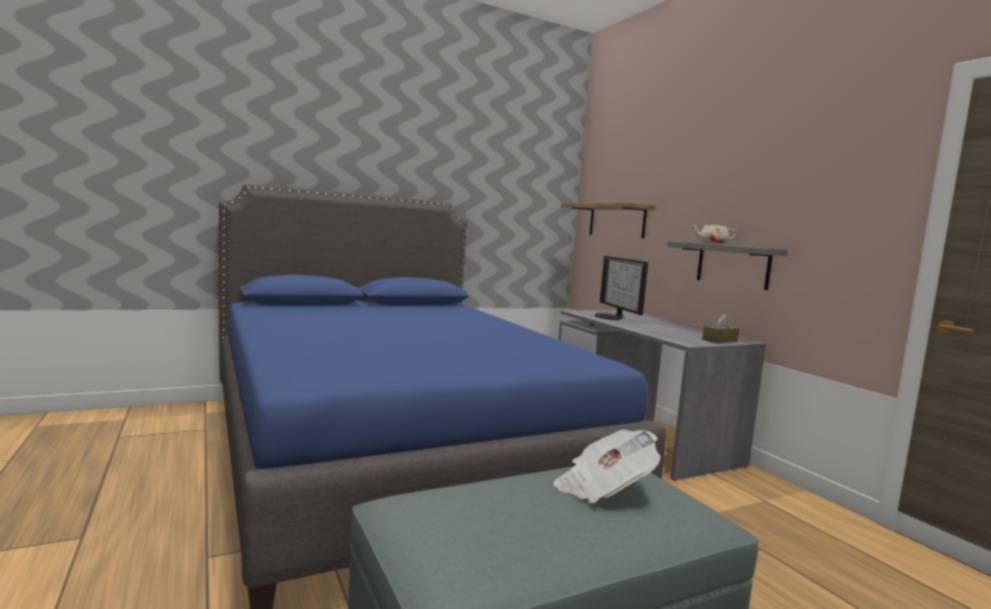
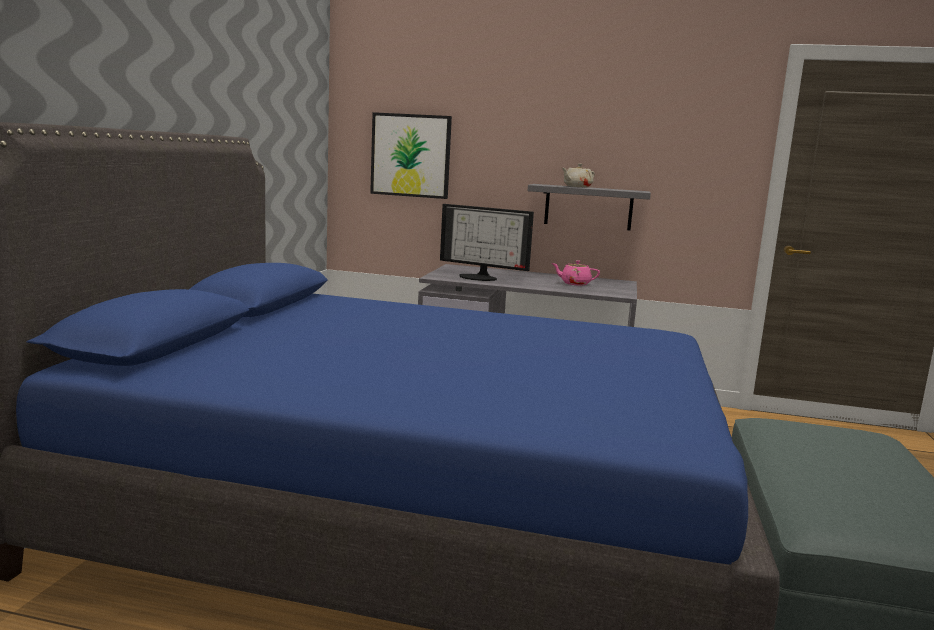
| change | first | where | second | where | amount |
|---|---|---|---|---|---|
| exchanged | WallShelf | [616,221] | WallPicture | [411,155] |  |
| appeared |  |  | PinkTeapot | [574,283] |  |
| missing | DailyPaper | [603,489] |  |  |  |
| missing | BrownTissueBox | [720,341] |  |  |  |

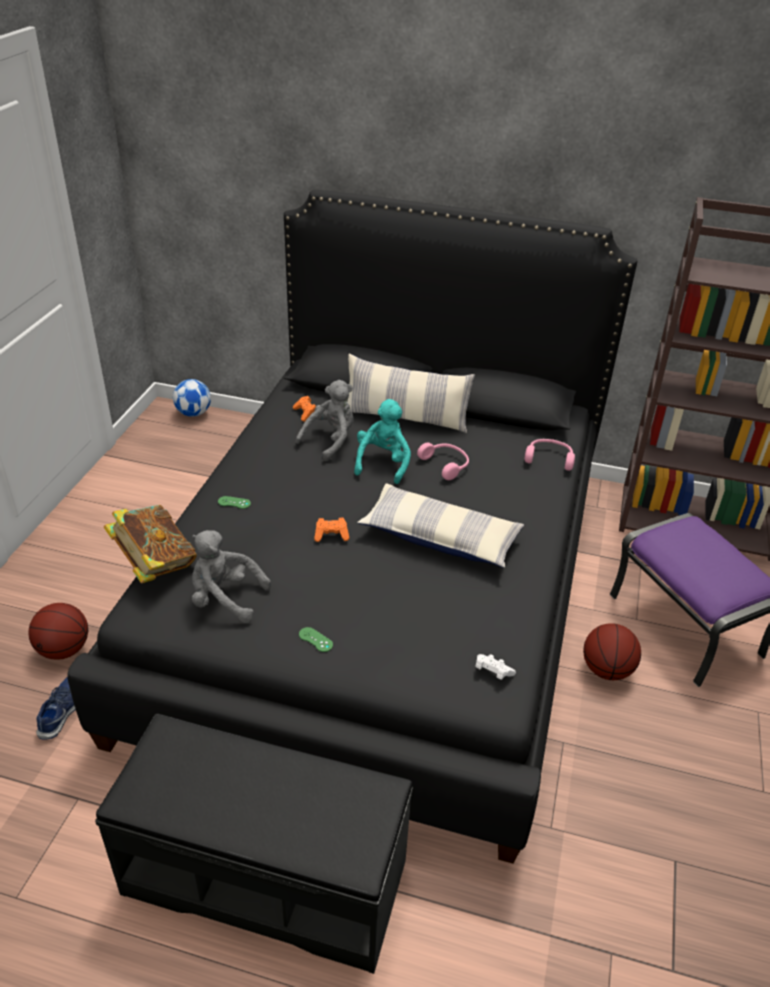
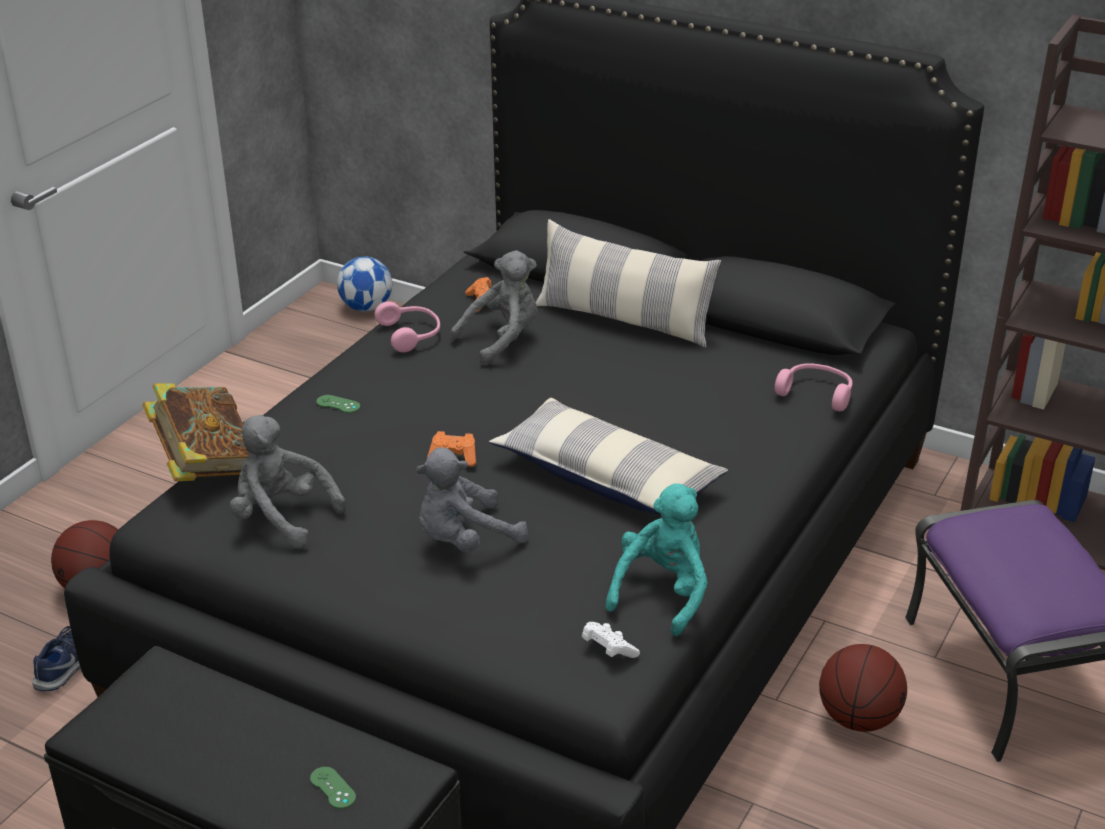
| change | first | where | second | where | amount |
|---|---|---|---|---|---|
| relocated | GreenishGameController | [315,639] |  | [332,788] |  |
| relocated | PinkPairOfHeadphones | [446,465] |  | [411,334] |  |
| appeared |  |  | GrayCuddlyToy | [465,540] |  |
| relocated | TurquoiseColouredCuddlyToy | [383,463] |  | [662,593] |  |

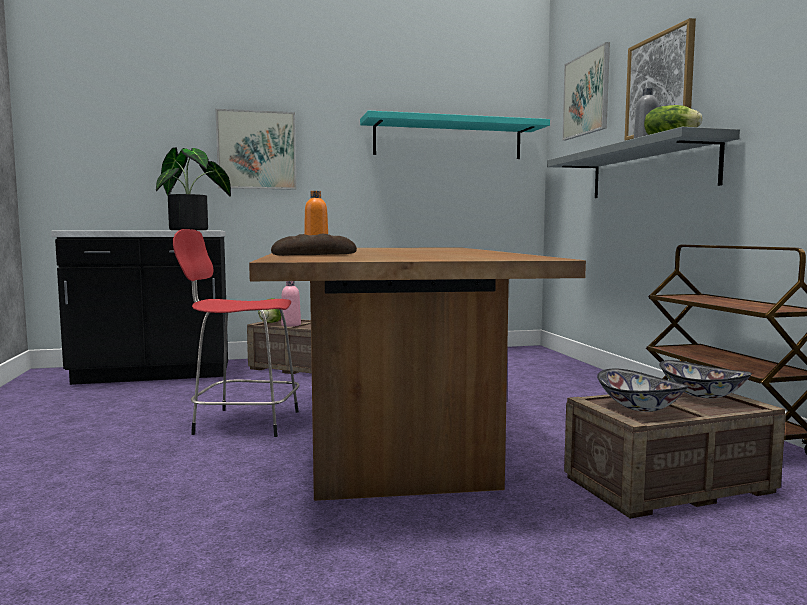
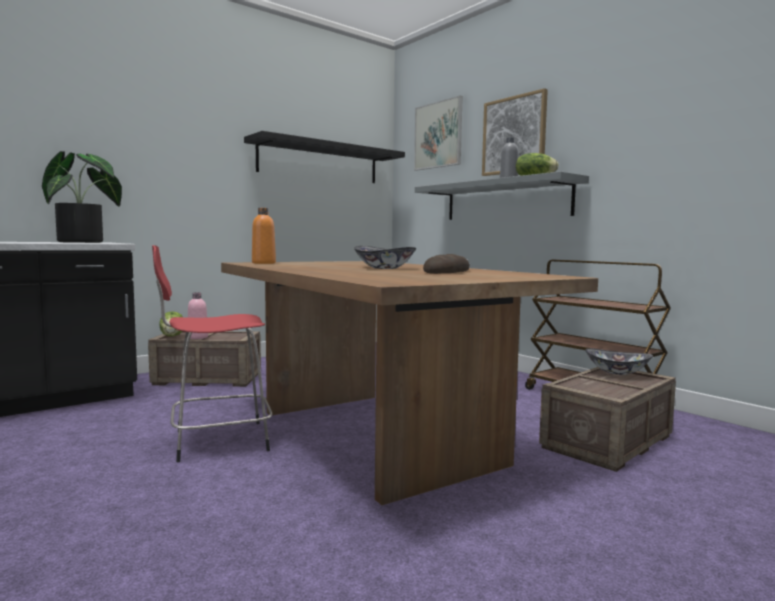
| change | first | where | second | where | amount |
|---|---|---|---|---|---|
| colour | TurquoiseColouredWallShelf | [448,139] | BlackWallShelf | [319,162] |  |
| relocated | DeepDish | [639,407] |  | [383,268] |  |
| relocated | BakedBread | [315,254] |  | [446,272] |  |
| missing | WallPicture | [256,150] |  |  |  |

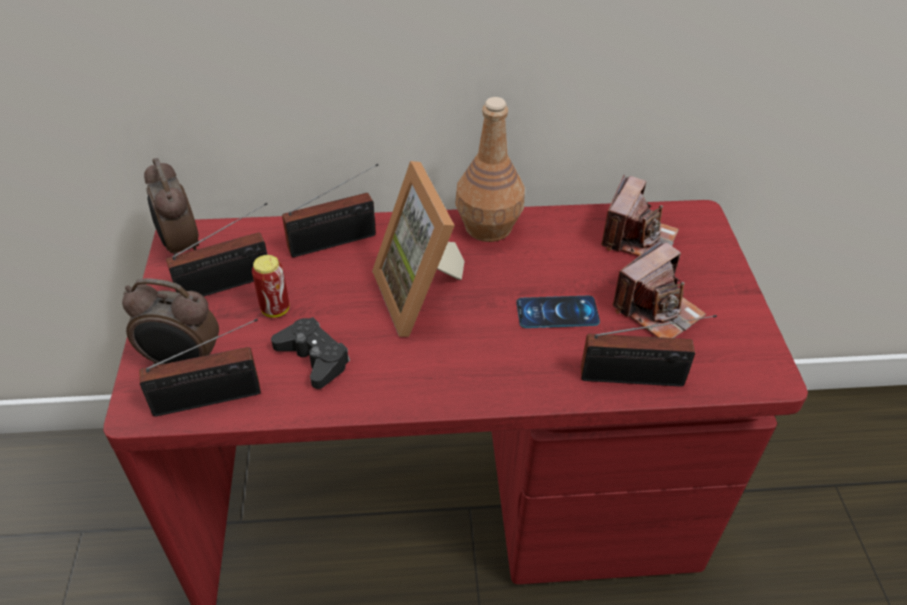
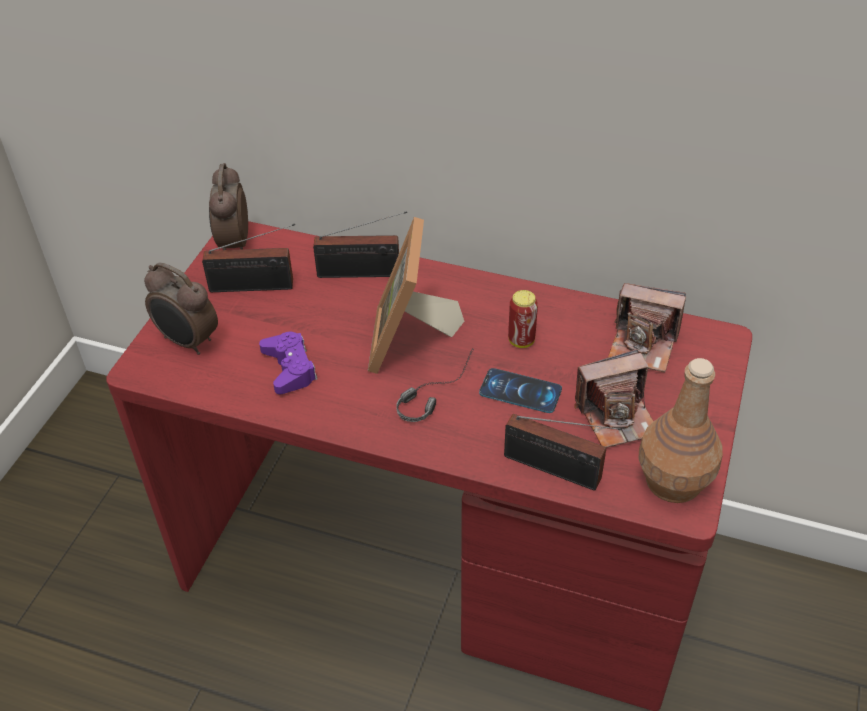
| change | first | where | second | where | amount |
|---|---|---|---|---|---|
| colour | BlackGameController | [314,358] | PurpleColouredGameController | [289,368] |  |
| appeared |  |  | PairOfHeadphones | [433,390] |  |
| relocated | Can | [275,309] |  | [521,340] |  |
| spun | PhotoCamera | [637,238] |  | [643,344] | 60 degrees clockwise |
| relocated | BrownBottle | [487,226] |  | [672,480] |  |
| missing | RadioSet | [213,398] |  |  |  |

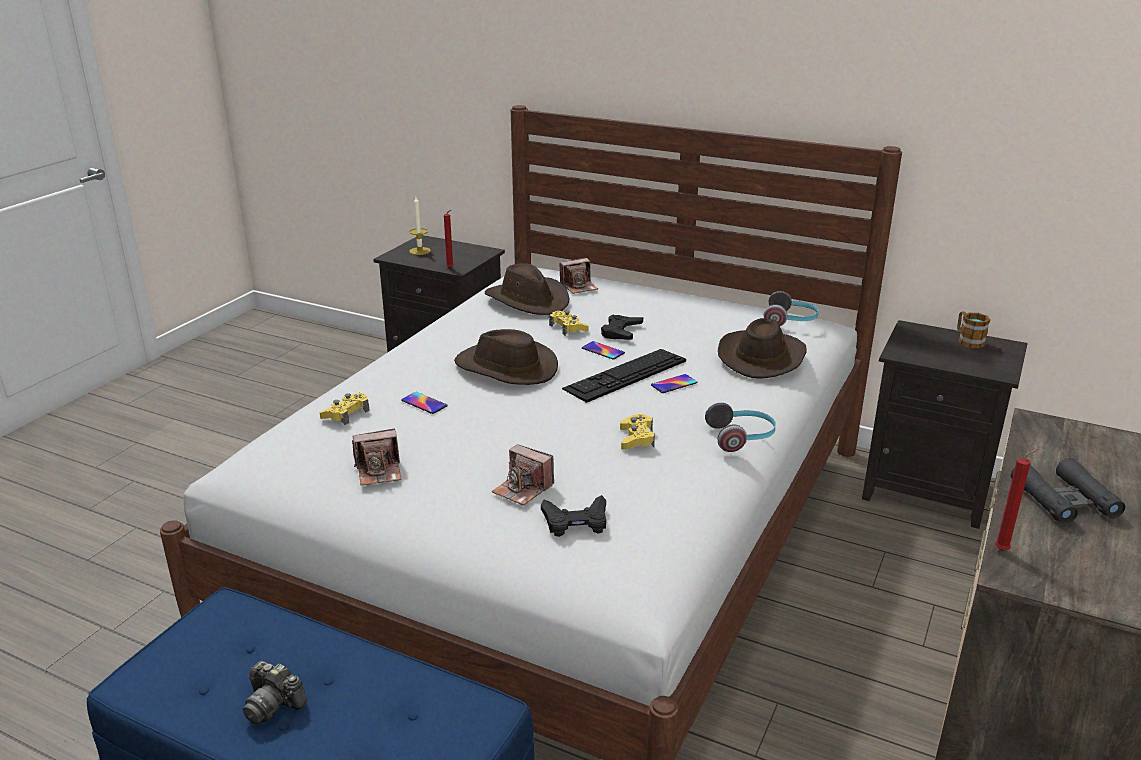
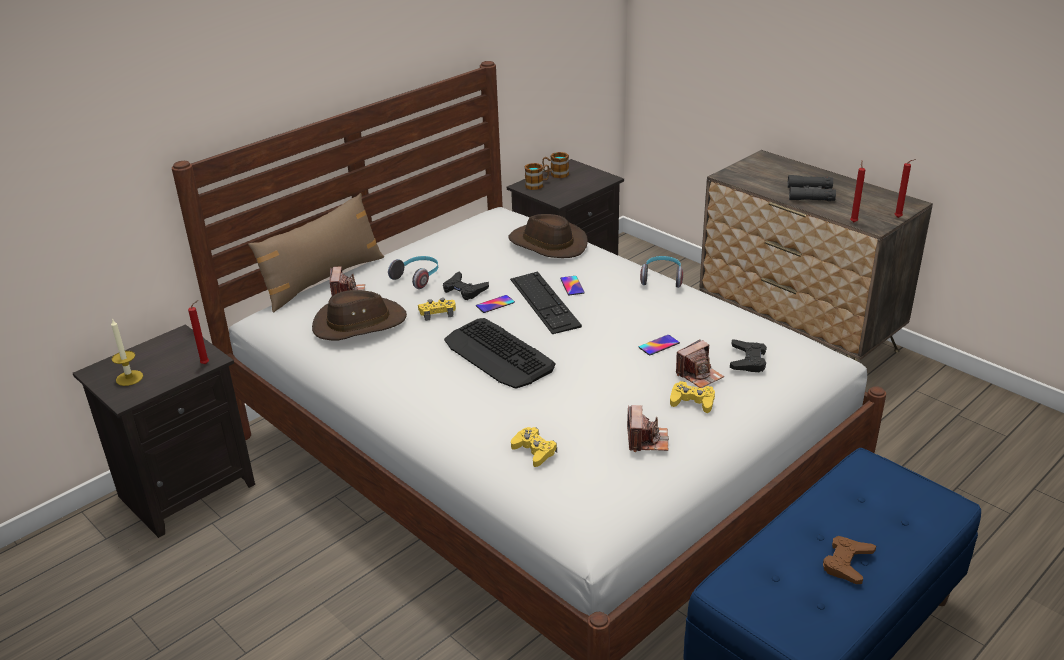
| change | first | where | second | where | amount |
|---|---|---|---|---|---|
| appeared |  |  | BrownThrowPillow | [323,280] |  |
| relocated | PairOfHeadphones | [790,321] |  | [417,278] |  |
| exchanged | BrownWearableHat | [505,368] | PcKeyboard | [498,355] |  |
| appeared |  |  | CoffeeMug | [537,185] |  |
| relocated | Handset | [424,403] |  | [659,345] |  |
| relocated | YellowishGameController | [636,438] |  | [692,401] |  |
| exchanged | PhotoCamera | [273,704] | BrownGameController | [847,563] |  |
| appeared |  |  | RedWaxLight | [899,218] |  |

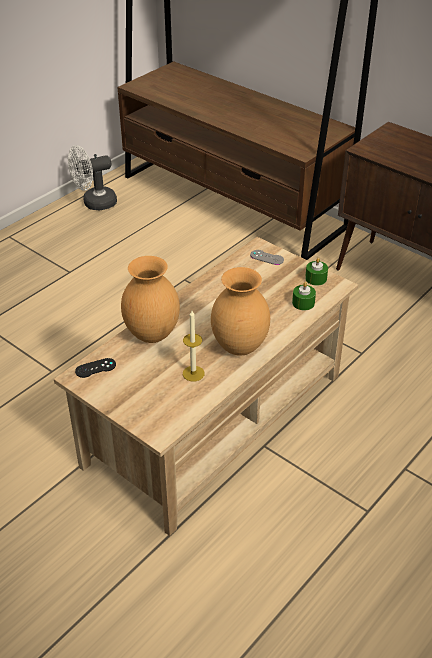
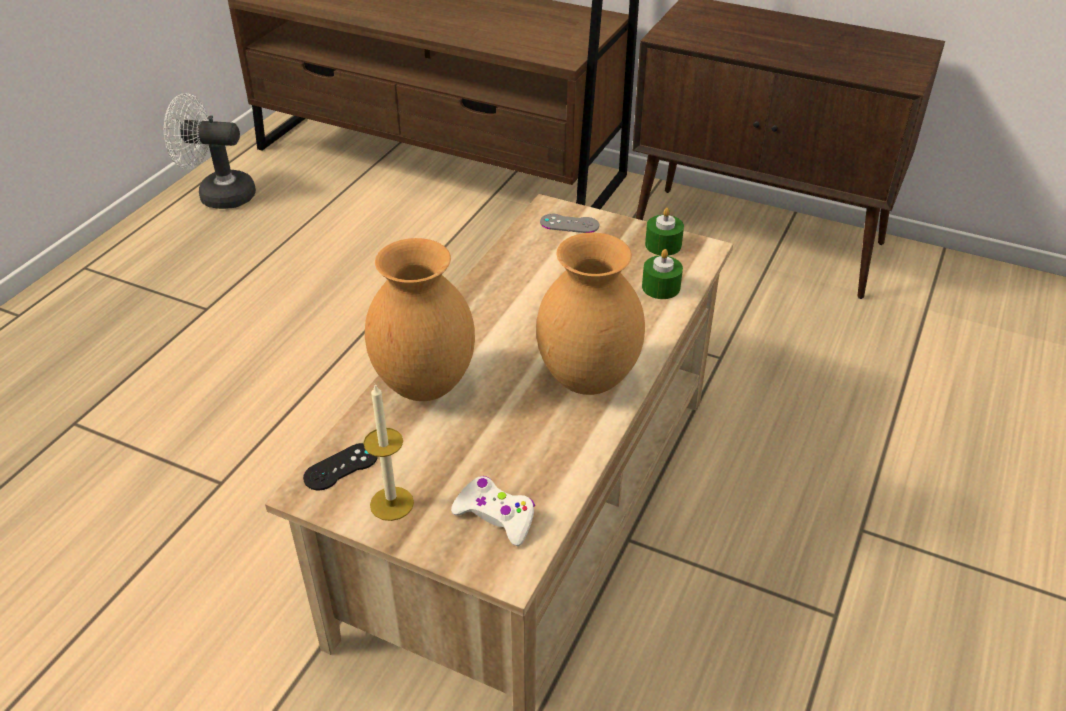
| change | first | where | second | where | amount |
|---|---|---|---|---|---|
| spun | WhiteColouredFan | [94,203] |  | [218,195] | 45 degrees clockwise |
| relocated | WaxLight | [193,373] |  | [392,503] |  |
| appeared |  |  | WhiteColouredGameController | [496,516] |  |

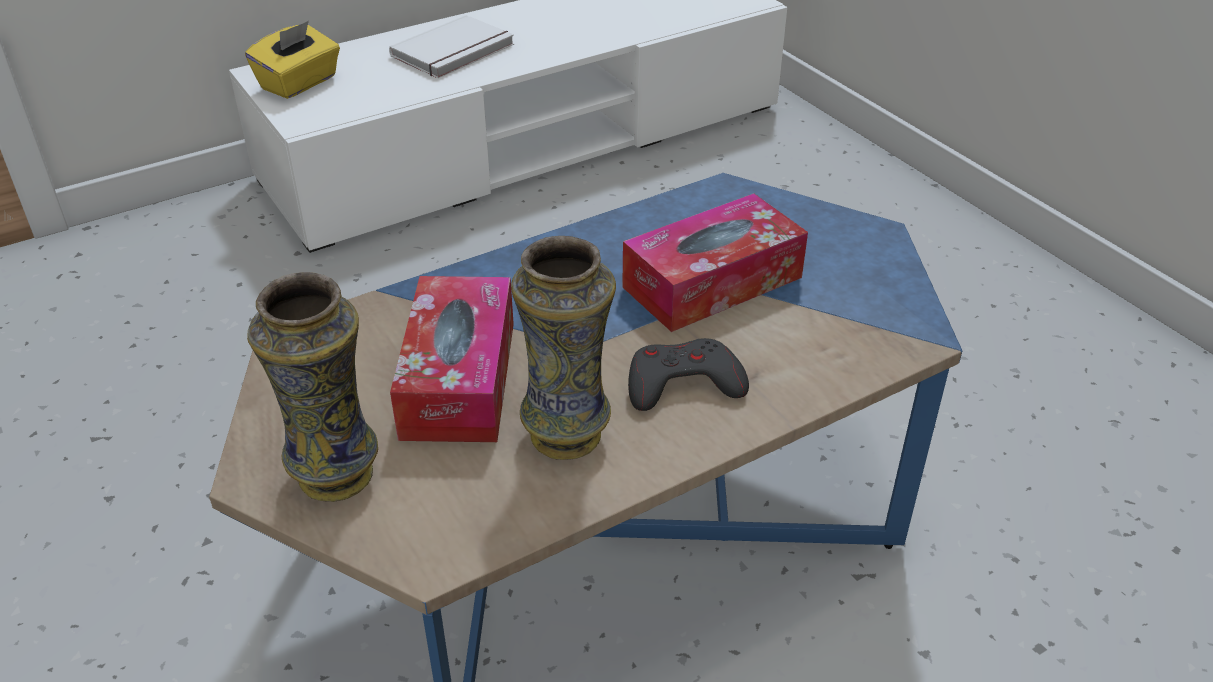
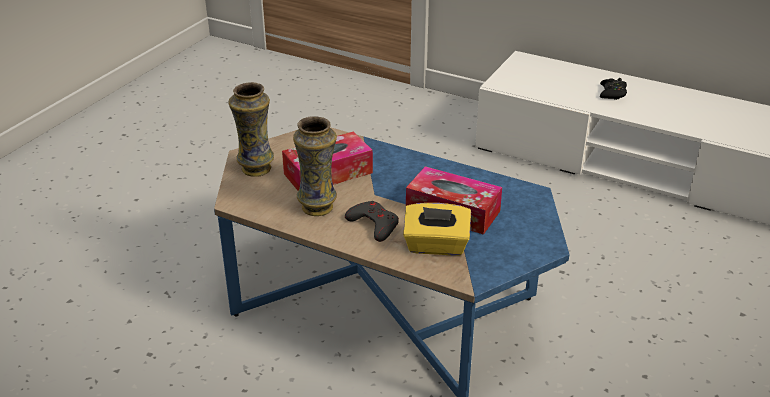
| change | first | where | second | where | amount |
|---|---|---|---|---|---|
| relocated | YellowishTissueBox | [299,83] |  | [436,246] |  |
| exchanged | WhiteColouredBook | [455,51] | BlackGameController | [612,93] |  |

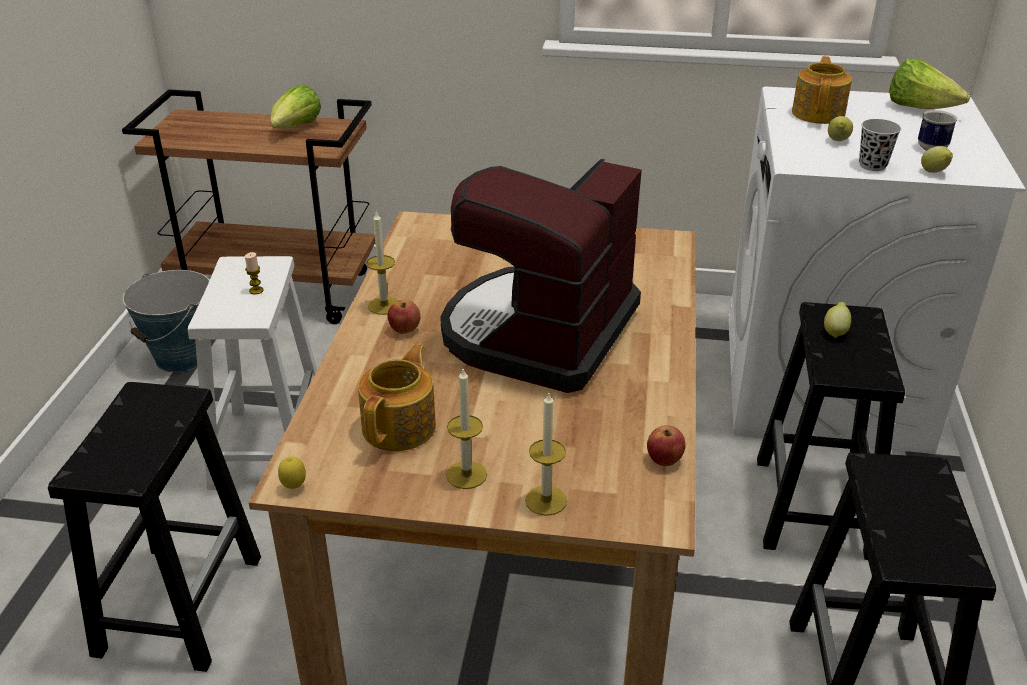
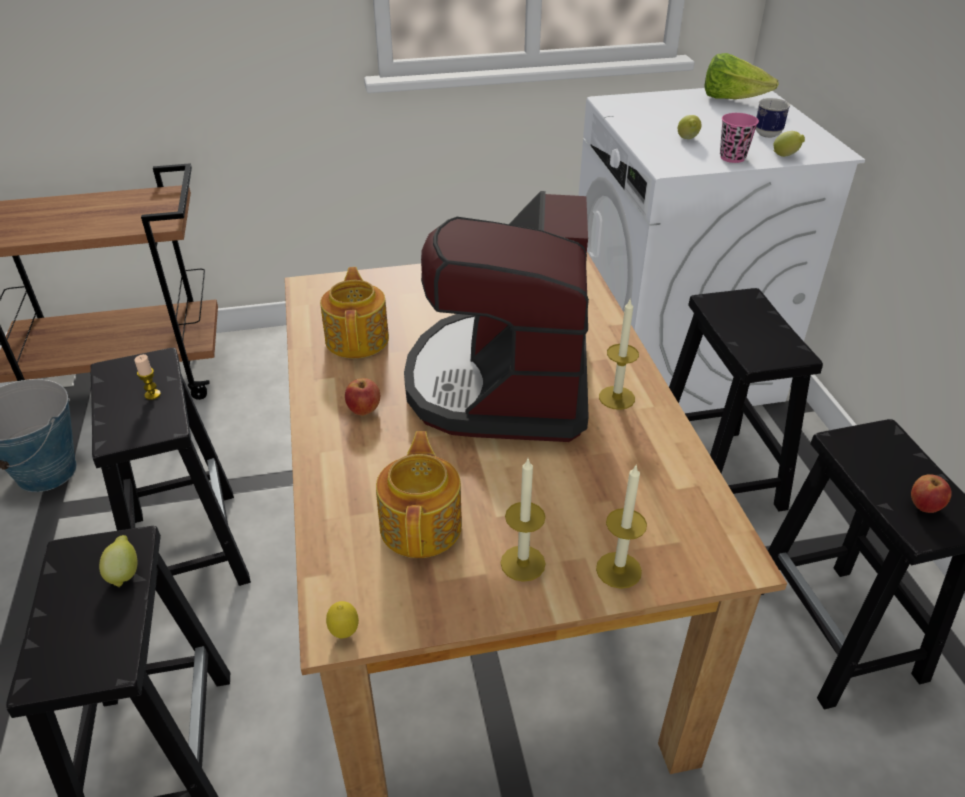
| change | first | where | second | where | amount |
|---|---|---|---|---|---|
| colour | WhiteColouredSittingStool | [270,446] | BlackSittingStool | [187,546] |  |
| relocated | CitrusFruit | [835,332] |  | [124,573] |  |
| relocated | Teapot | [819,113] |  | [358,339] |  |
| relocated | WaxLight | [384,305] |  | [616,398] |  |
| colour | BlackSmallCup | [872,165] | PinkSmallCup | [732,157] |  |
| relocated | Apple | [664,460] |  | [924,506] |  |
| missing | Lettuce | [296,128] |  |  |  |

